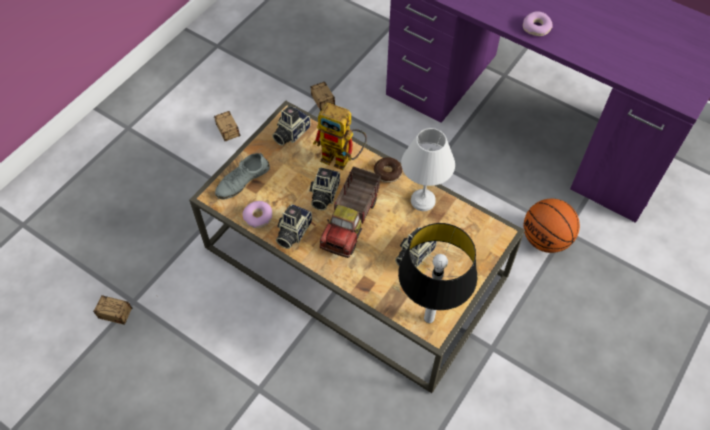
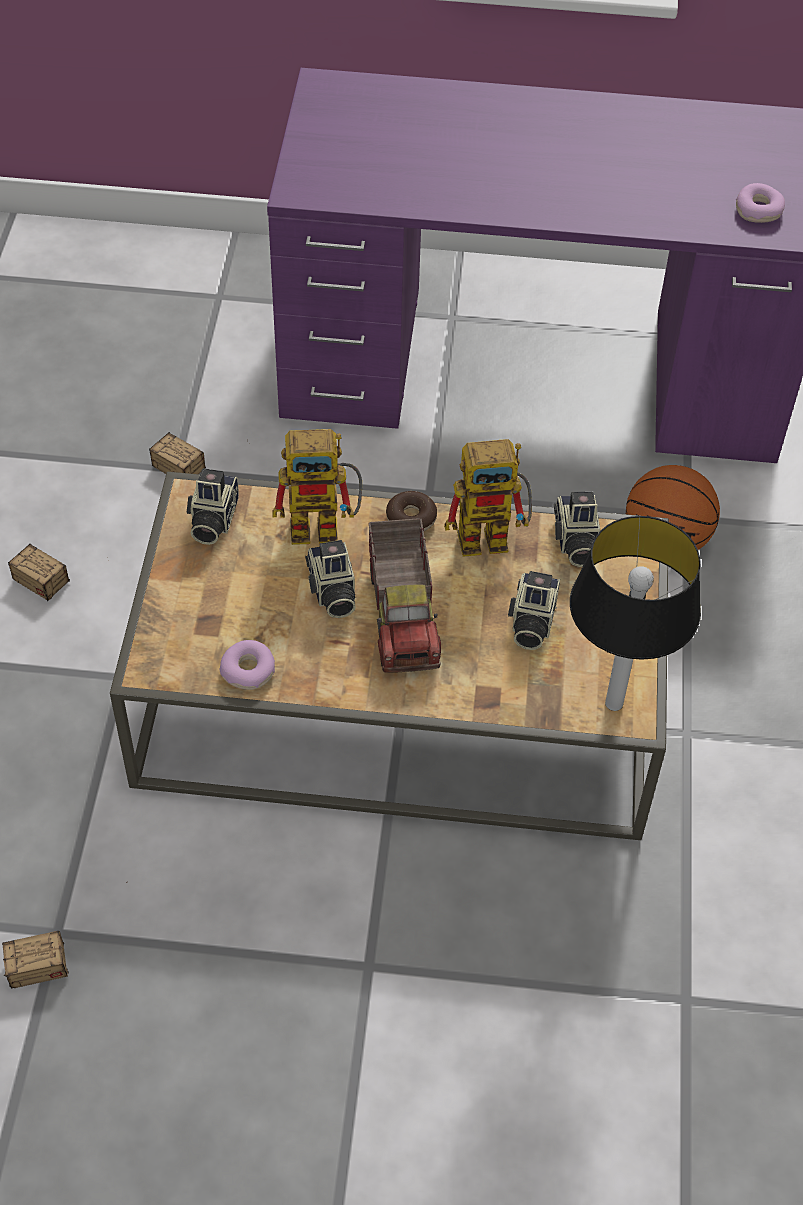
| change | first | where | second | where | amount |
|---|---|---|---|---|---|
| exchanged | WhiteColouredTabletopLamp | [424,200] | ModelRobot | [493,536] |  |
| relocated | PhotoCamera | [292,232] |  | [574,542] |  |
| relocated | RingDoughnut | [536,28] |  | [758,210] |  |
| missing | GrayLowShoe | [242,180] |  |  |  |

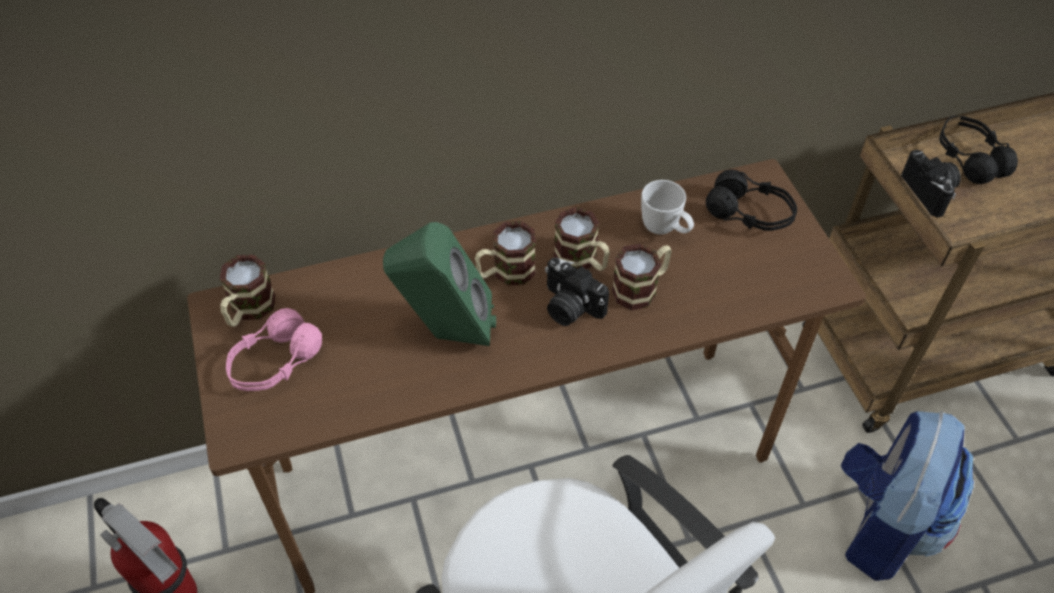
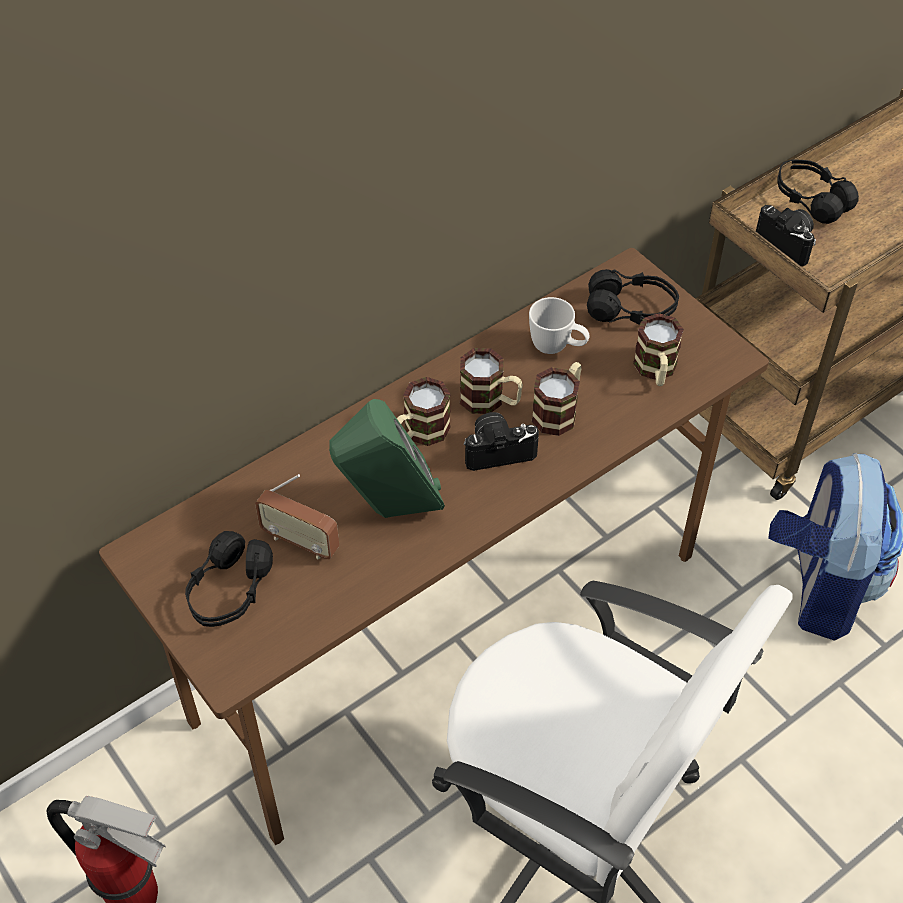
| change | first | where | second | where | amount |
|---|---|---|---|---|---|
| colour | PinkPairOfHeadphones | [275,363] | BlackPairOfHeadphones | [229,591] |  |
| appeared |  |  | RadioSet | [300,542] |  |
| spun | PhotoCamera | [569,307] |  | [498,450] | 150 degrees clockwise |
| relocated | CoffeeMug | [248,310] |  | [656,371] |  |

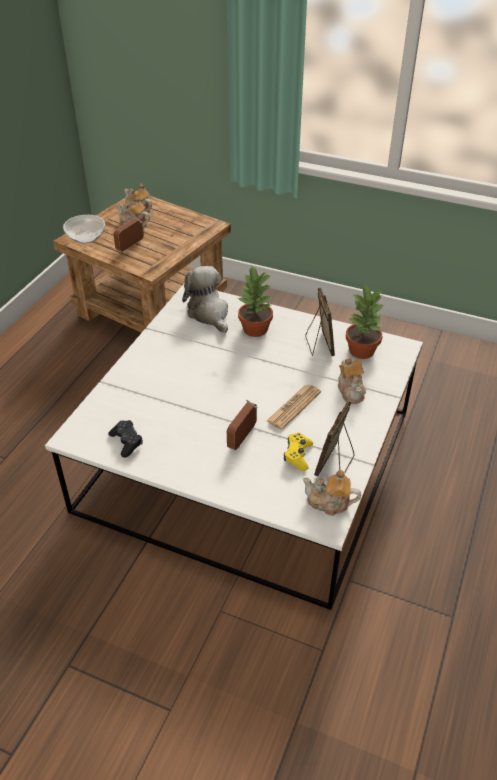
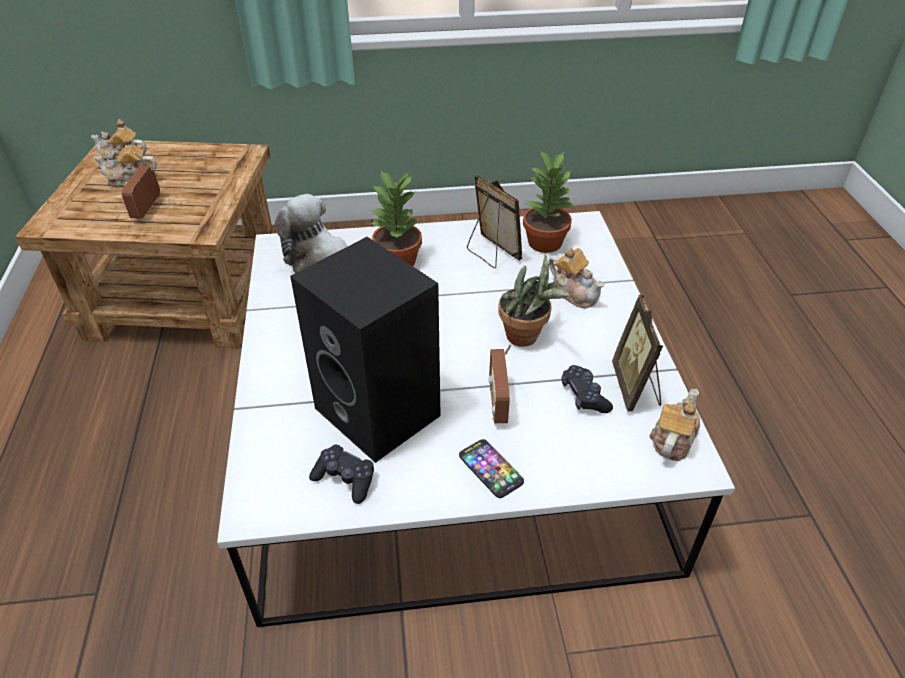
| change | first | where | second | where | amount |
|---|---|---|---|---|---|
| appeared |  |  | BlackSpeaker | [381,412] |  |
| appeared |  |  | Handset | [490,469] |  |
| exchanged | DailyPaper | [293,407] | PlantInAPot | [527,338] |  |
| colour | YellowishGameController | [298,455] | BlackGameController | [584,396] |  |
| spun | Teapot | [329,503] |  | [672,439] | 135 degrees clockwise |
| missing | DeepDish | [85,238] |  |  |  |

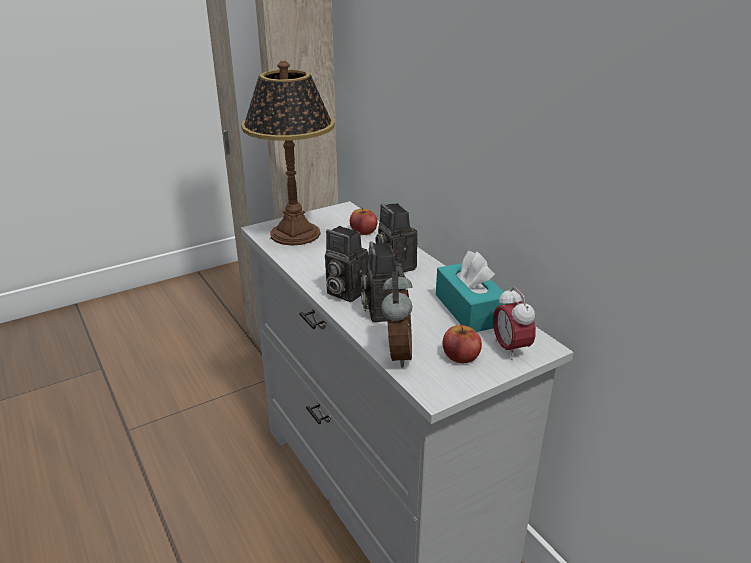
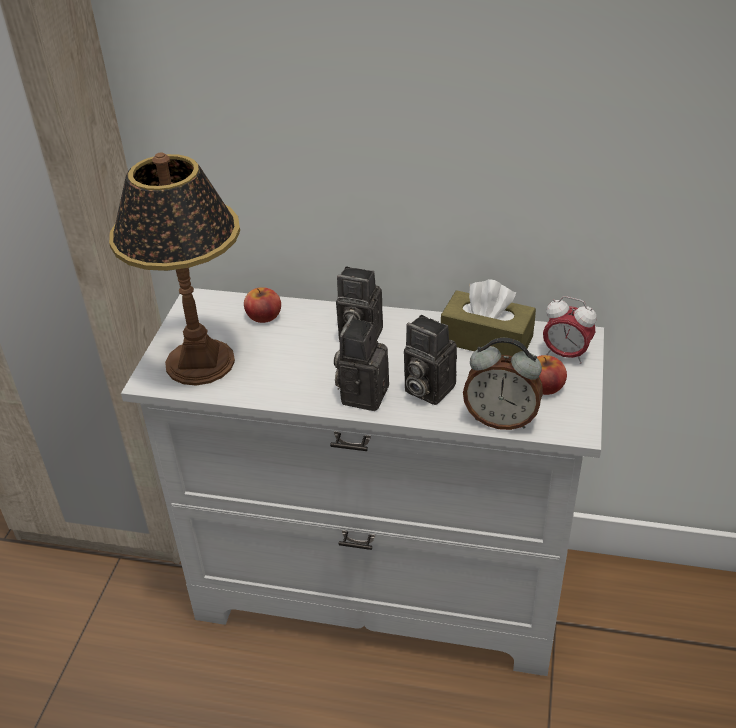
| change | first | where | second | where | amount |
|---|---|---|---|---|---|
| spun | PhotoCamera | [344,291] |  | [362,393] | 120 degrees clockwise |
| colour | TurquoiseColouredTissueBox | [469,310] | BrownTissueBox | [486,340] |  |
| spun | BedsideClock | [396,354] |  | [501,419] | 150 degrees clockwise |

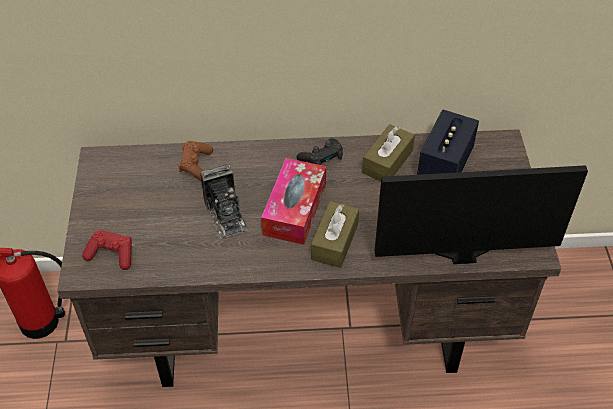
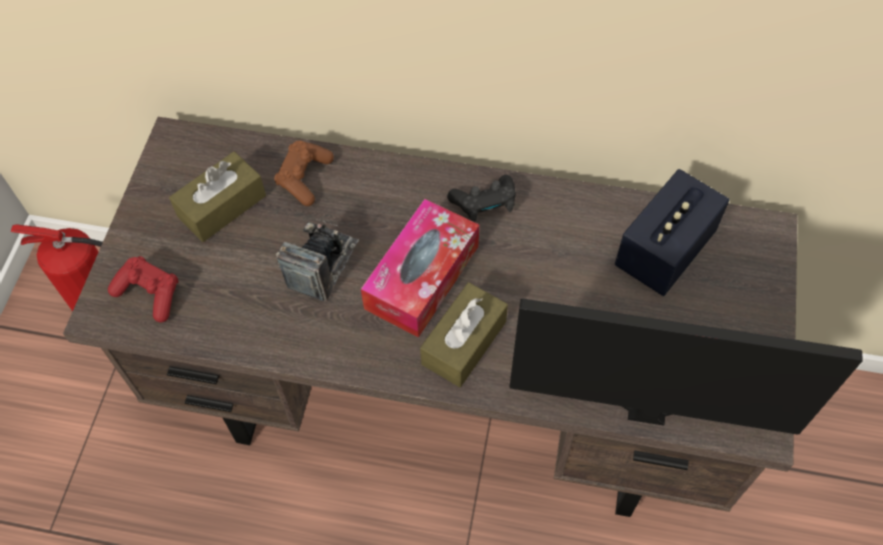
| change | first | where | second | where | amount |
|---|---|---|---|---|---|
| relocated | BrownTissueBox | [387,162] |  | [222,206] |  |
| spun | PhotoCamera | [226,215] |  | [322,265] | 150 degrees counterclockwise |

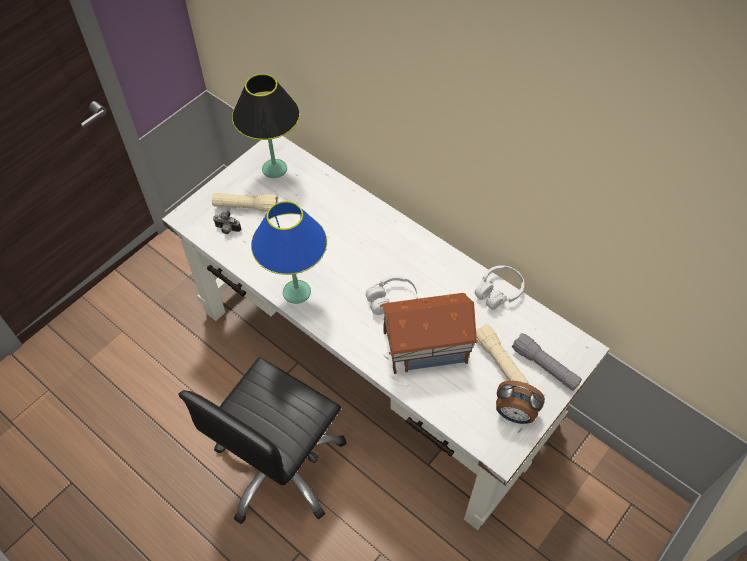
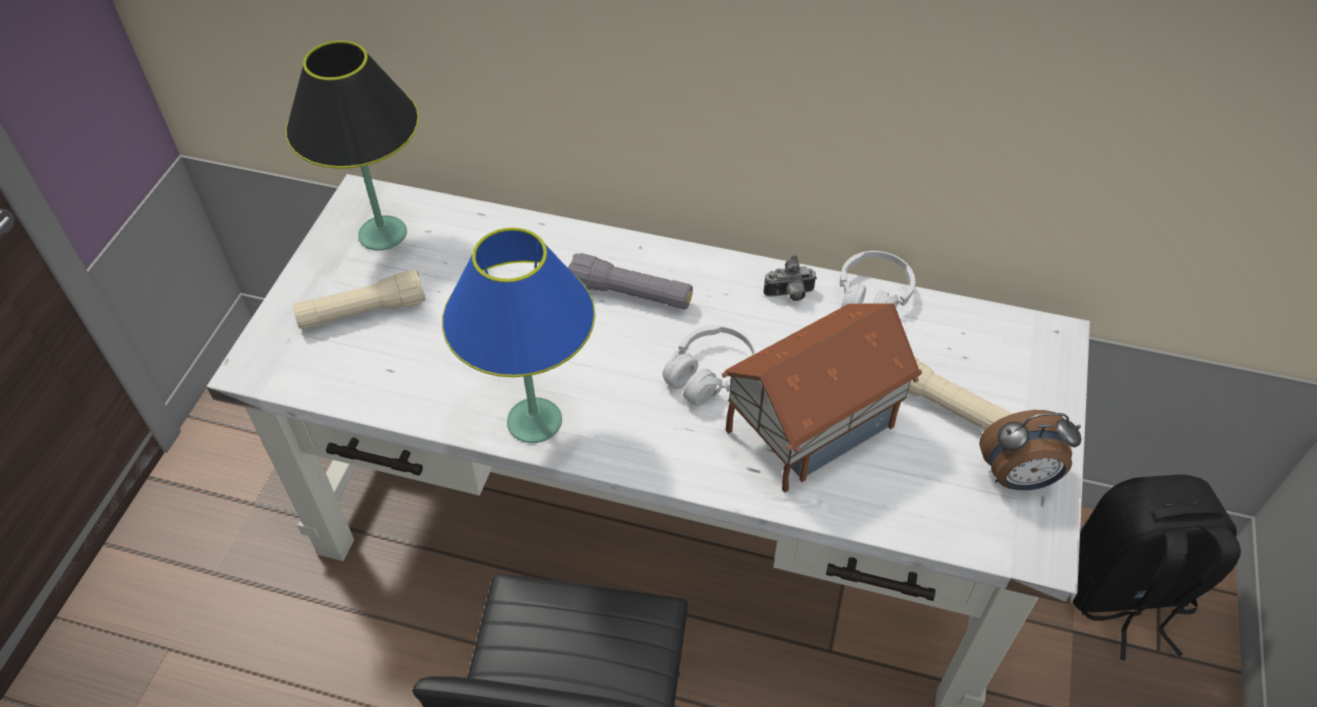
| change | first | where | second | where | amount |
|---|---|---|---|---|---|
| relocated | GrayTorch | [545,367] |  | [630,294] |  |
| relocated | PhotoCamera | [227,230] |  | [789,295] |  |
| appeared |  |  | BlackRucksack | [1124,595] |  |

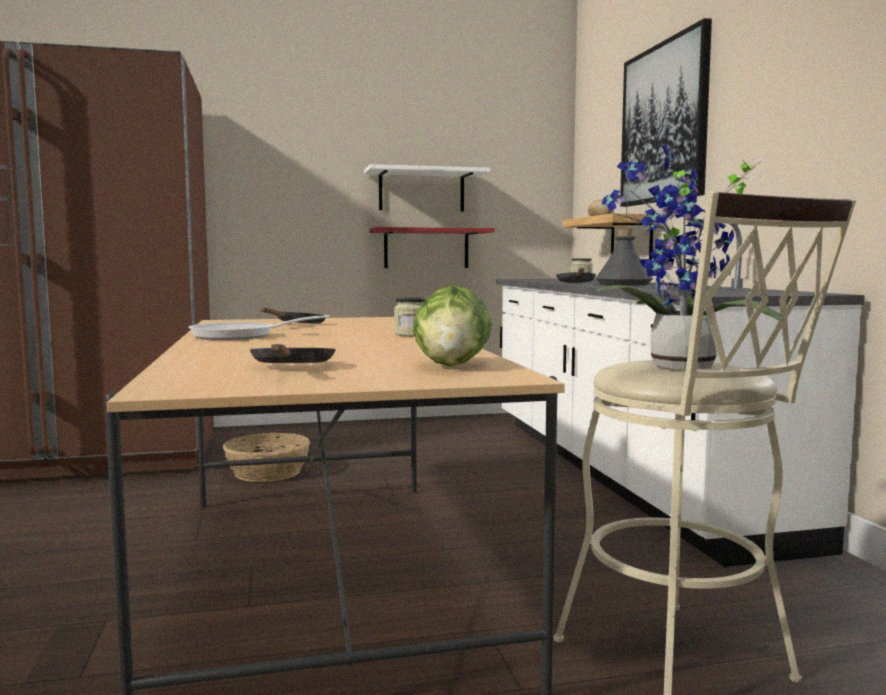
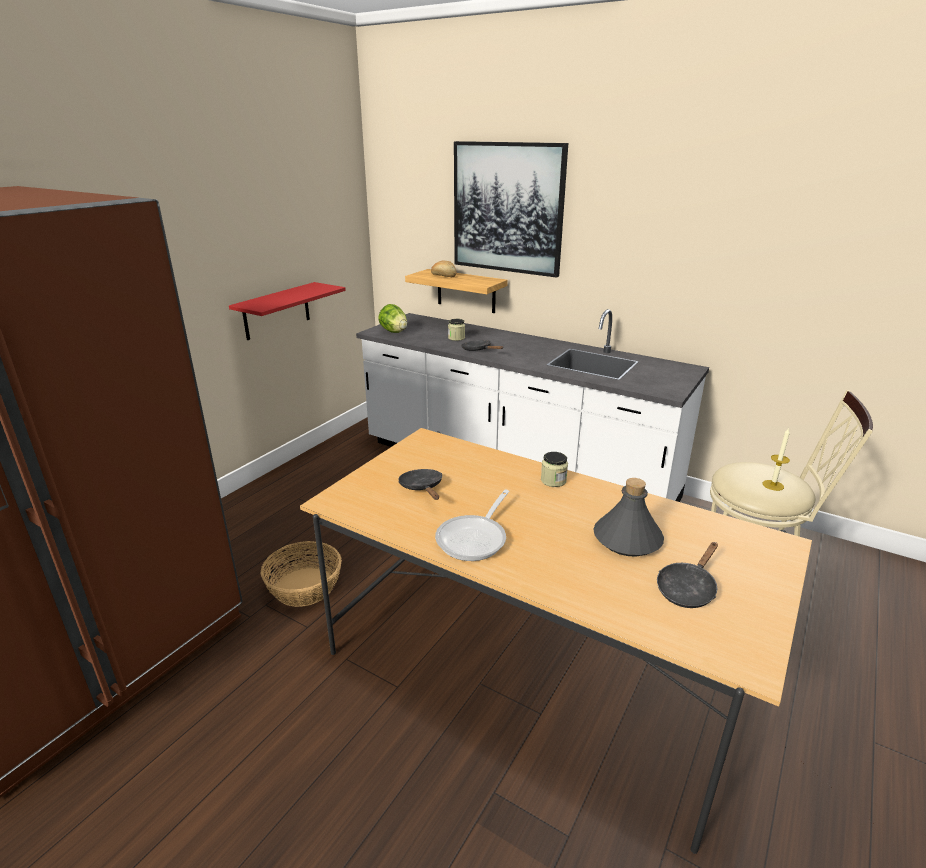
| change | first | where | second | where | amount |
|---|---|---|---|---|---|
| relocated | Lettuce | [452,365] |  | [394,331] |  |
| relocated | GrayBottle | [624,284] |  | [627,539] |  |
| spun | BlackSkillet | [292,368] |  | [687,588] | 90 degrees counterclockwise |
| exchanged | PlantInAPot | [677,367] | WaxLight | [773,485] |  |
| missing | WhiteColouredWallShelf | [421,191] |  |  |  |

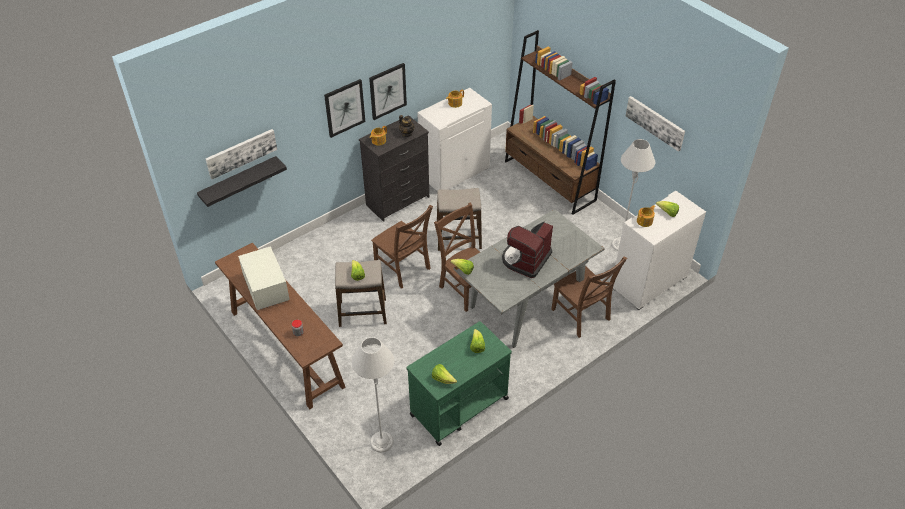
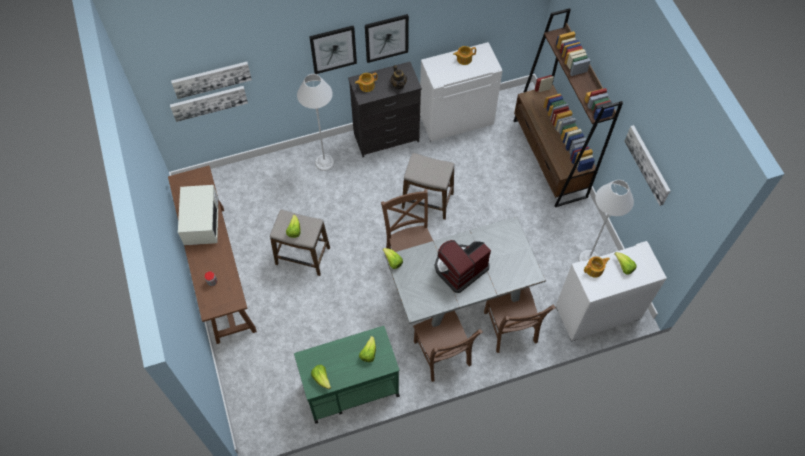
| change | first | where | second | where | amount |
|---|---|---|---|---|---|
| exchanged | BlackWallShelf | [239,182] | WallPicture | [209,102] |  |
| relocated | GrayFloorLamp | [381,442] |  | [324,162] |  |
| relocated | BrownPlainChair | [403,269] |  | [442,356] |  |

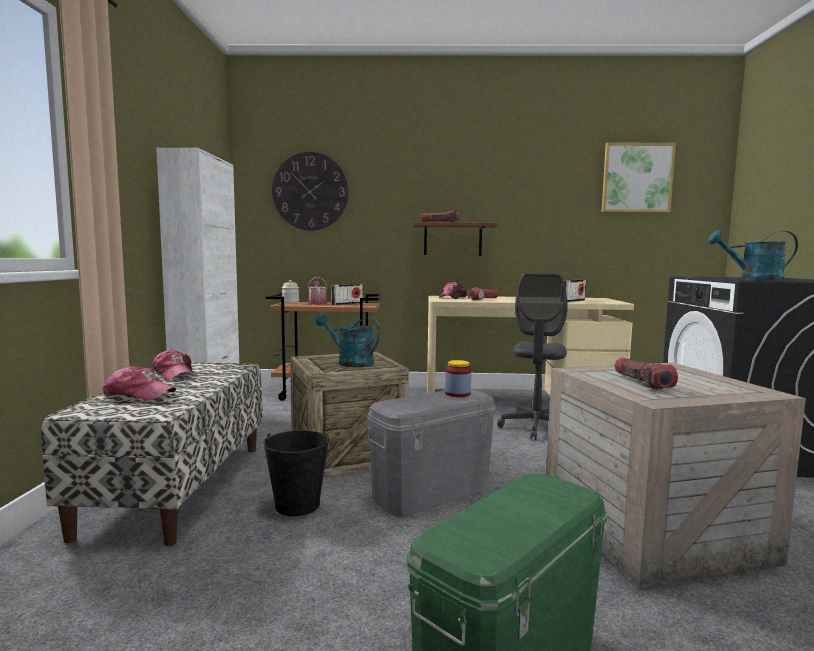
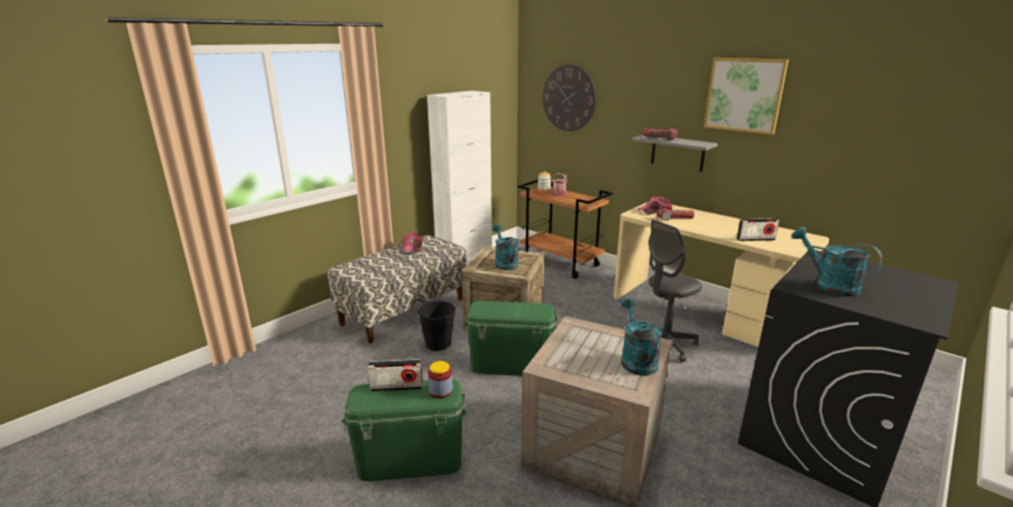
| change | first | where | second | where | amount |
|---|---|---|---|---|---|
| relocated | RadioSet | [347,304] |  | [397,387] |  |
| relocated | StorageJar | [457,394] |  | [441,391] |  |
| colour | GrayStorageBin | [431,492] | GreenishStorageBin | [511,364] |  |
| appeared |  |  | TurquoiseColouredSprinklingCan | [636,359] |  |
| colour | BrownWallShelf | [452,239] | GrayWallShelf | [677,153] |  |
| relocated | WallPicture | [637,178] |  | [744,95] |  |
| missing | Cap | [139,394] |  |  |  |
| missing | Torch | [641,382] |  |  |  |

